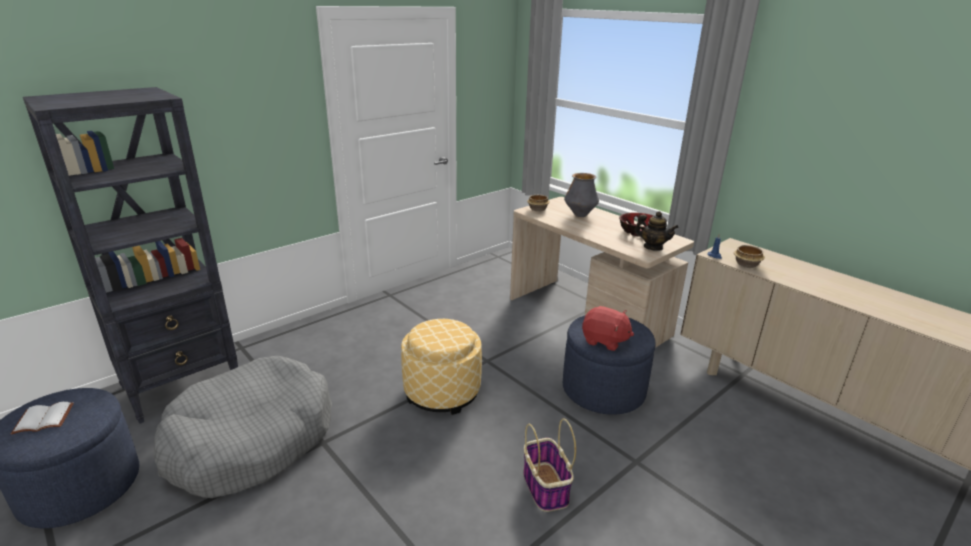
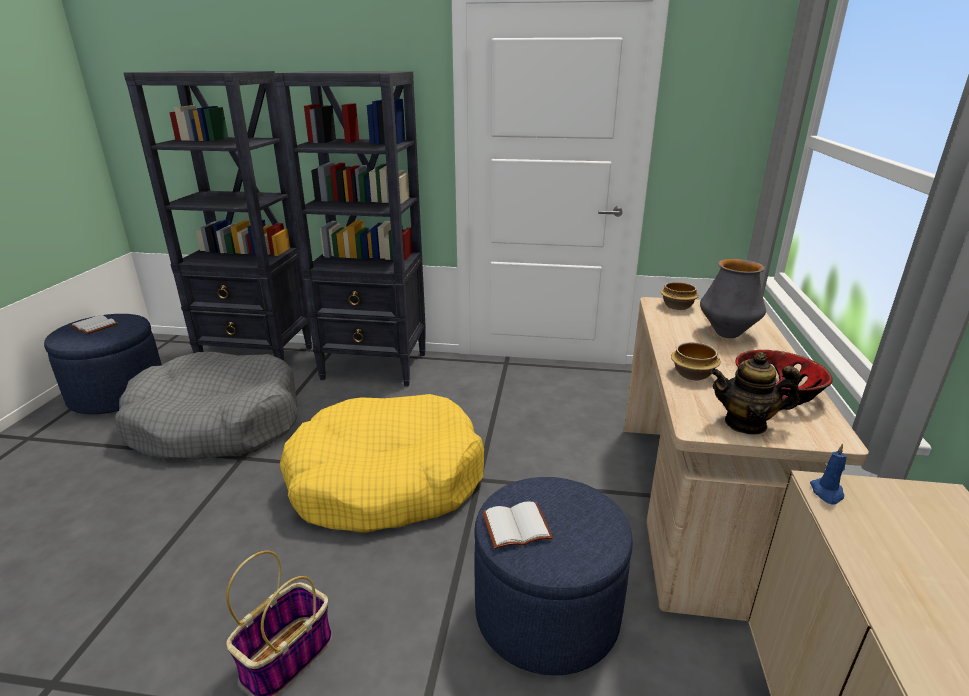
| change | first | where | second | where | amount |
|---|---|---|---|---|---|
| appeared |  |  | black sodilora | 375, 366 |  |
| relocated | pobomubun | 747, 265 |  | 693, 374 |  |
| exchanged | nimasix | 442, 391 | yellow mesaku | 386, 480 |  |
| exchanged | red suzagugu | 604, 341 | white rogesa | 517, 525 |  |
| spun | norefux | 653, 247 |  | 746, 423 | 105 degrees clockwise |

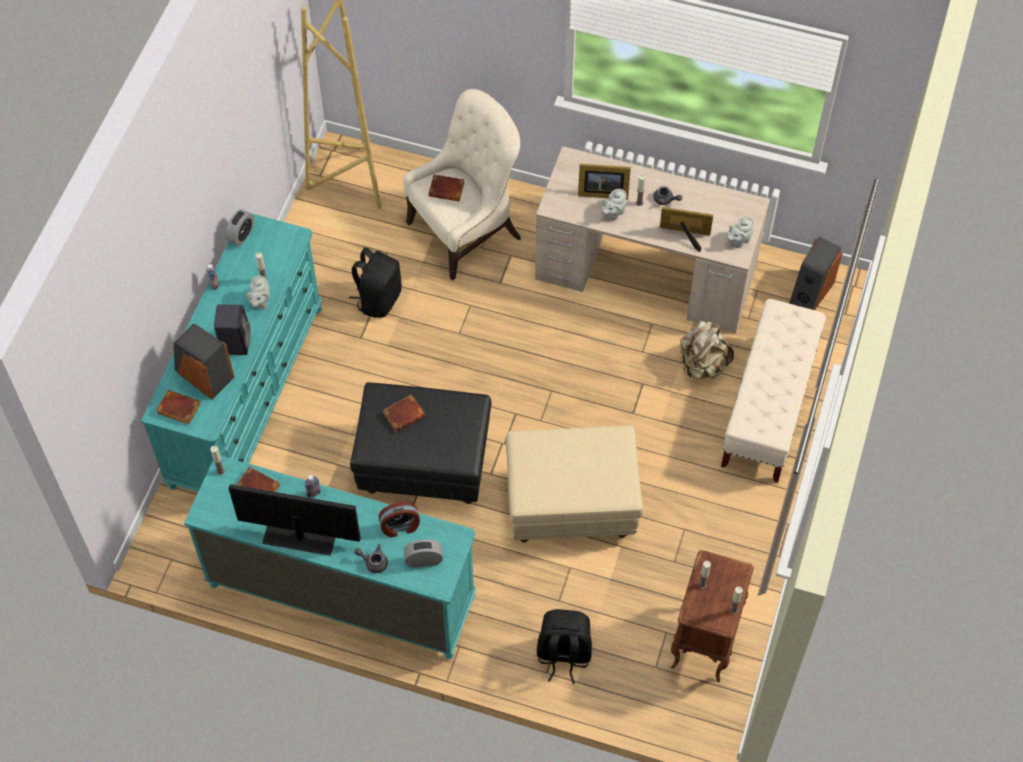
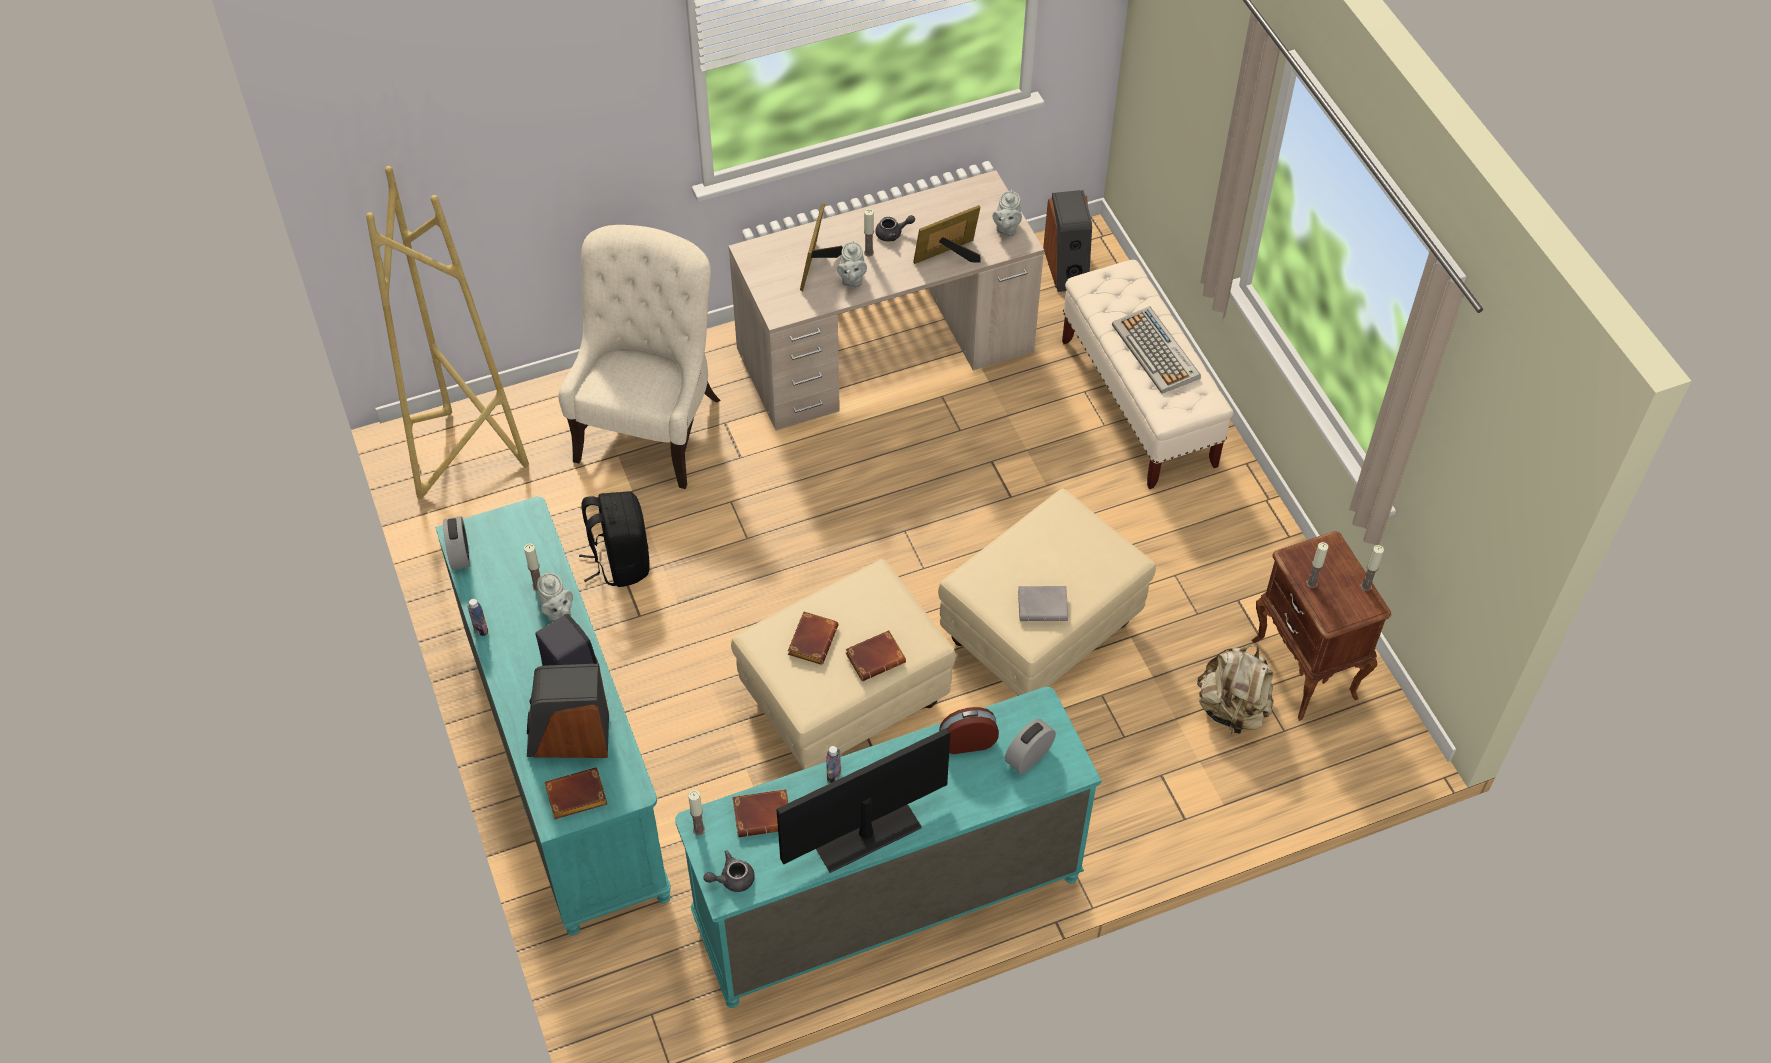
| change | first | where | second | where | amount |
|---|---|---|---|---|---|
| missing | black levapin | 563, 655 |  |  |  |
| appeared |  |  | grey rogesa | 1044, 605 |  |
| appeared |  |  | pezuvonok | 1156, 352 |  |
| relocated | grey norefux | 373, 562 |  | 732, 879 |  |
| relocated | brown rogesa | 447, 189 |  | 876, 657 |  |
| relocated | beige levapin | 702, 364 |  | 1232, 709 |  |
| colour | black nimasix | 424, 464 | beige nimasix | 844, 699 |  |
| spun | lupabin | 400, 527 |  | 967, 741 | 135 degrees counterclockwise |
| spun | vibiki | 601, 191 |  | 817, 265 | 135 degrees clockwise |

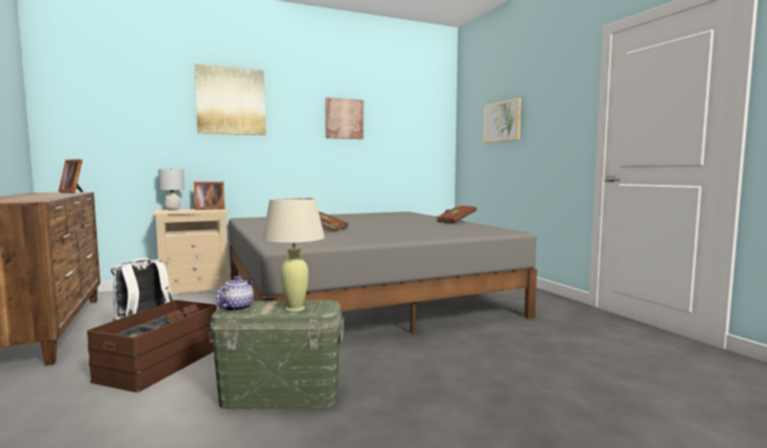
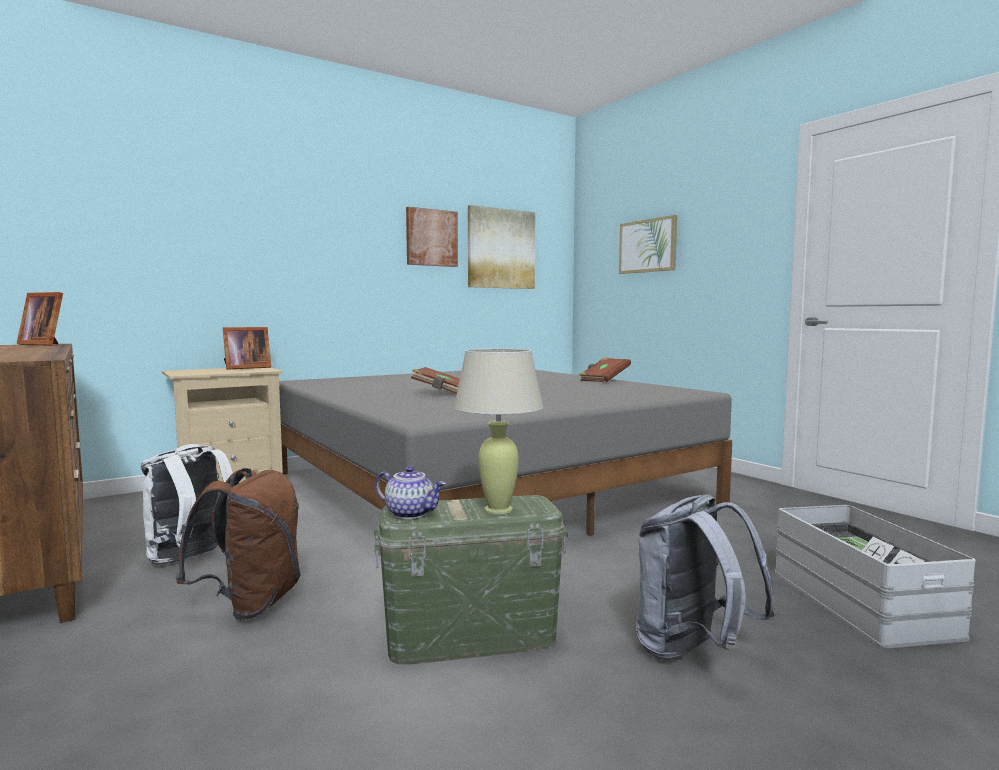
| change | first | where | second | where | amount |
|---|---|---|---|---|---|
| missing | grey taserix | 172, 210 |  |  |  |
| appeared |  |  | grey levapin | 693, 652 |  |
| appeared |  |  | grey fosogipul | 862, 602 |  |
| relocated | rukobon | 231, 101 |  | 501, 249 |  |
| exchanged | brown fosogipul | 159, 363 | brown levapin | 251, 604 |  |
| spun | norefux | 236, 308 |  | 411, 513 | 105 degrees clockwise |

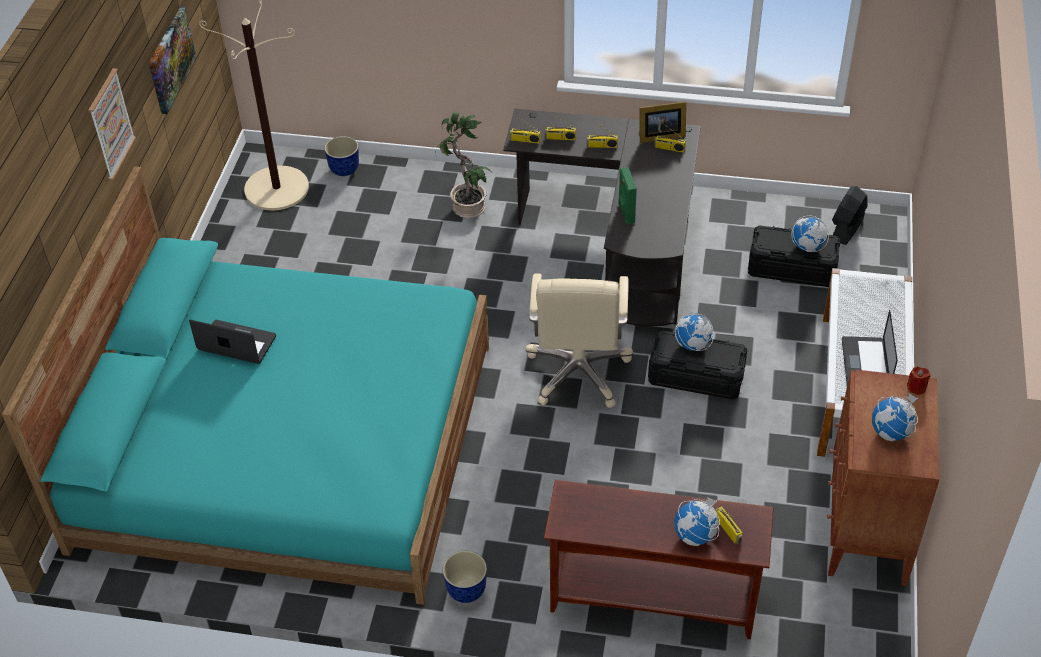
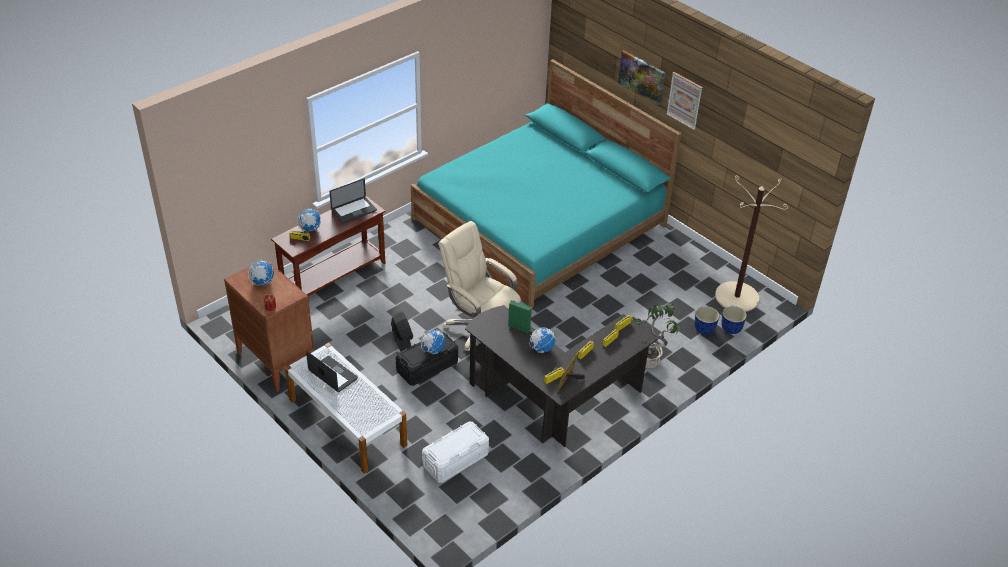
| change | first | where | second | where | amount |
|---|---|---|---|---|---|
| relocated | rukobon | 170, 59 |  | 642, 77 |  |
| relocated | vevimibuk | 237, 343 |  | 354, 211 |  |
| relocated | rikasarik | 466, 591 |  | 704, 329 |  |
| relocated | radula | 807, 247 |  | 541, 348 |  |
| relocated | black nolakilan | 847, 228 |  | 402, 340 |  |
| colour | black fosogipul | 792, 269 | white fosogipul | 455, 460 |  |

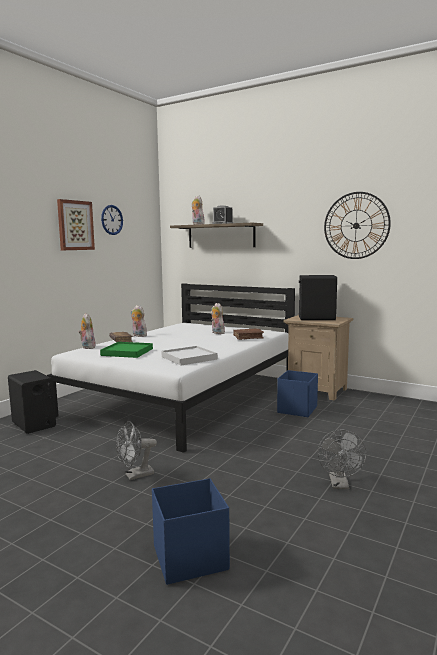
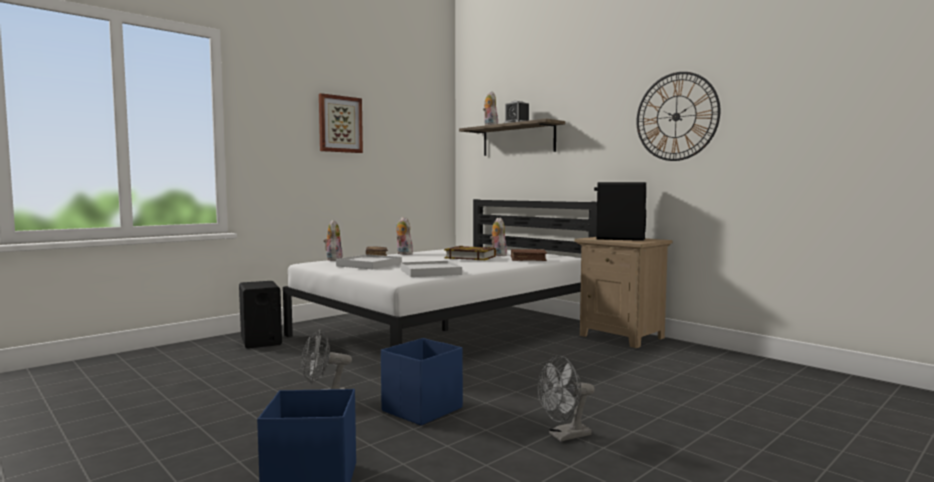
| change | first | where | second | where | amount |
|---|---|---|---|---|---|
| missing | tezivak | 112, 220 |  |  |  |
| appeared |  |  | rogesa | 470, 257 |  |
| relocated | blue fosogipul | 297, 410 |  | 421, 409 |  |
| colour | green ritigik | 127, 352 | white ritigik | 369, 265 |  |
| spun | grey nolakilan | 340, 485 |  | 564, 436 | 45 degrees clockwise |

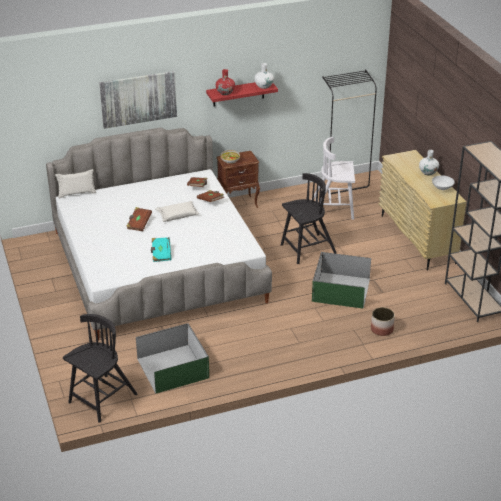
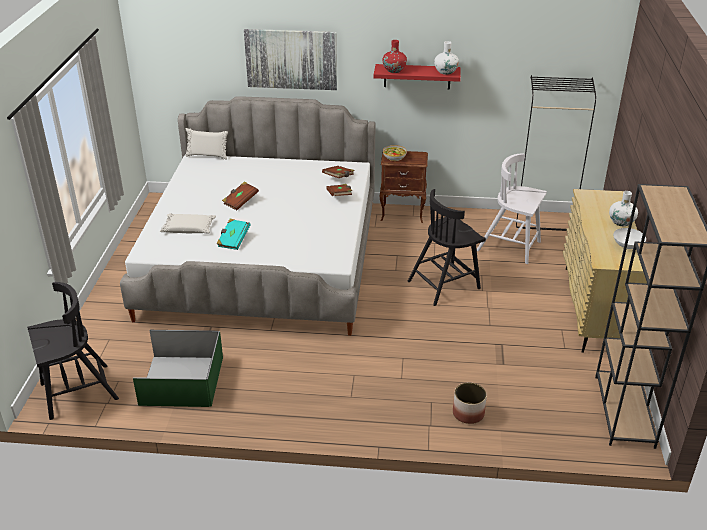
| change | first | where | second | where | amount |
|---|---|---|---|---|---|
| missing | green fosogipul | 341, 290 |  |  |  |
| relocated | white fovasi | 177, 214 |  | 188, 227 |  |
| spun | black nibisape | 307, 249 |  | 445, 284 | 150 degrees clockwise |

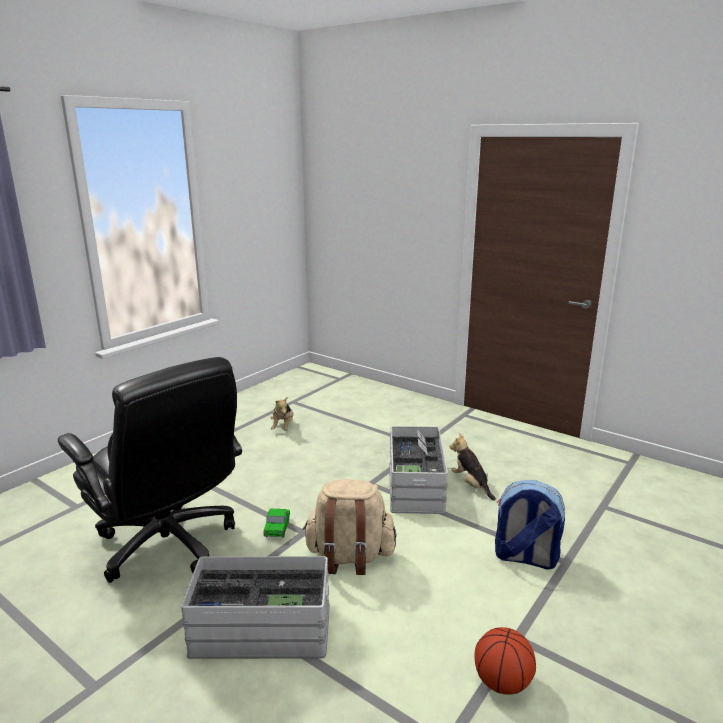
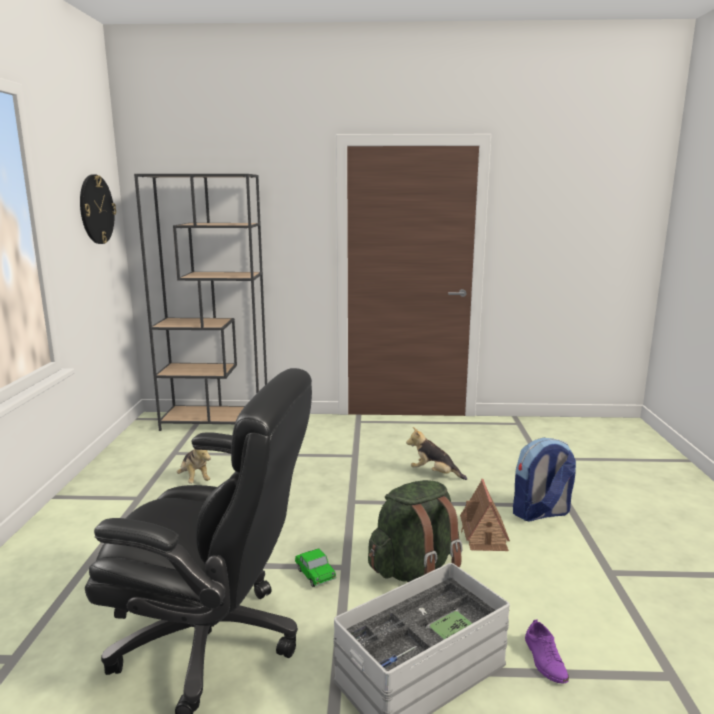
| change | first | where | second | where | amount |
|---|---|---|---|---|---|
| missing | grey fosogipul | 414, 485 |  |  |  |
| missing | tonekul | 502, 682 |  |  |  |
| appeared |  |  | tezivak | 96, 209 |  |
| appeared |  |  | sodilora | 216, 422 |  |
| appeared |  |  | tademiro | 484, 534 |  |
| appeared |  |  | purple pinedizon | 545, 660 |  |
| colour | beige levapin | 349, 557 | green levapin | 415, 570 |  |

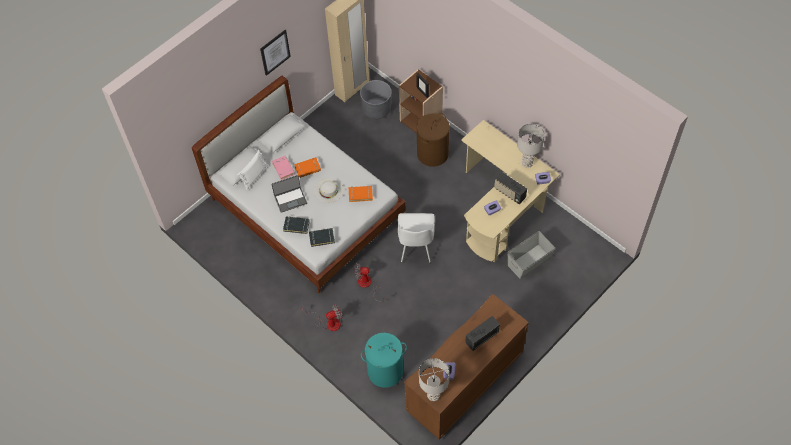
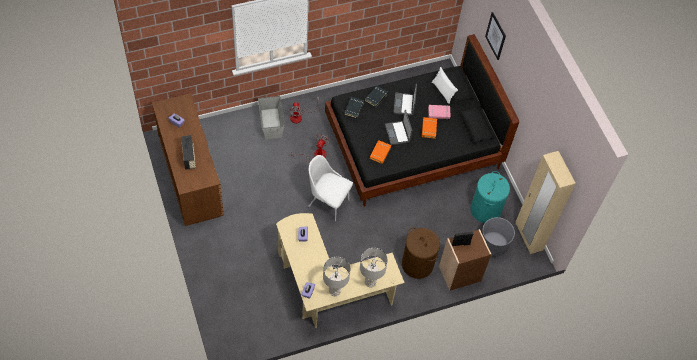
| change | first | where | second | where | amount |
|---|---|---|---|---|---|
| missing | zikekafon | 509, 193 |  |  |  |
| relocated | rukobon | 275, 52 |  | 496, 36 |  |
| relocated | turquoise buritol | 385, 371 |  | 485, 210 |  |
| relocated | white taserix | 433, 395 |  | 370, 282 |  |
| relocated | grey fosogipul | 529, 261 |  | 271, 123 |  |
| exchanged | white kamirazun | 328, 190 | vevimibuk | 397, 133 |  |
| colour | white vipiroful | 306, 210 | black vipiroful | 412, 145 |  |

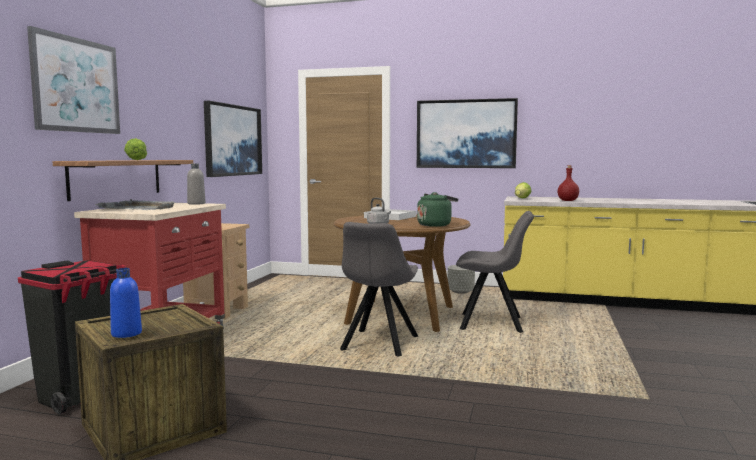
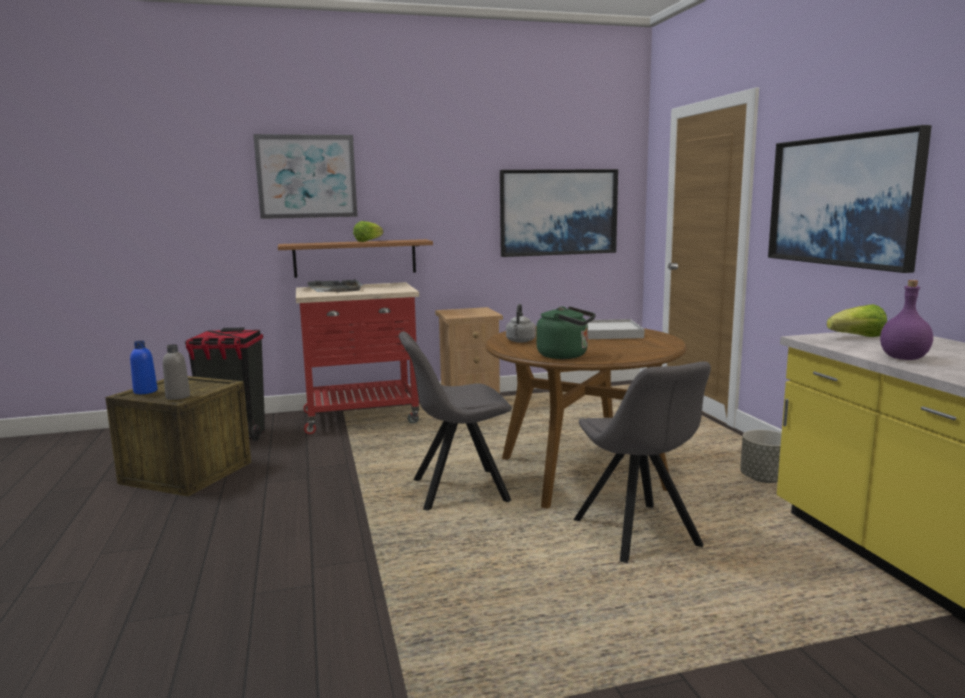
| change | first | where | second | where | amount |
|---|---|---|---|---|---|
| relocated | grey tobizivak | 196, 203 |  | 178, 397 |  |
| colour | red tobizivak | 568, 201 | purple tobizivak | 903, 358 |  |

